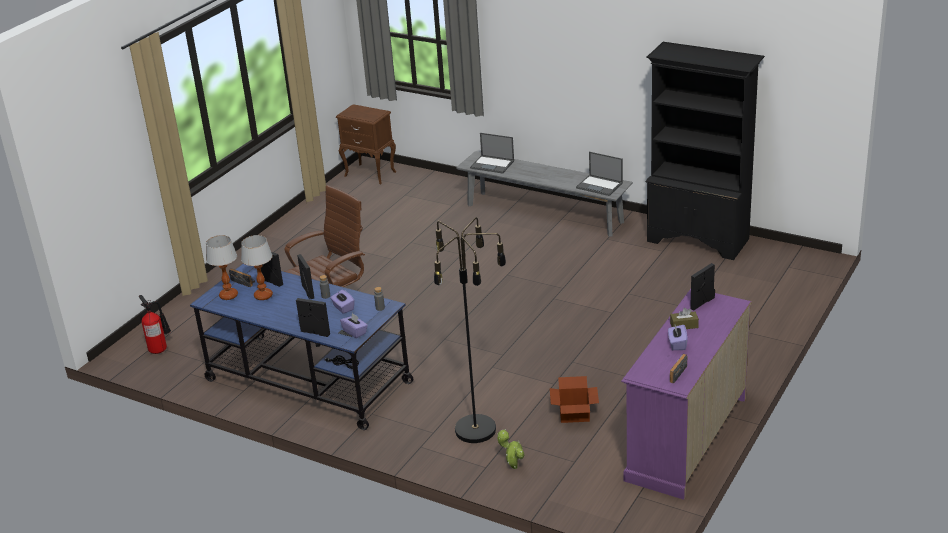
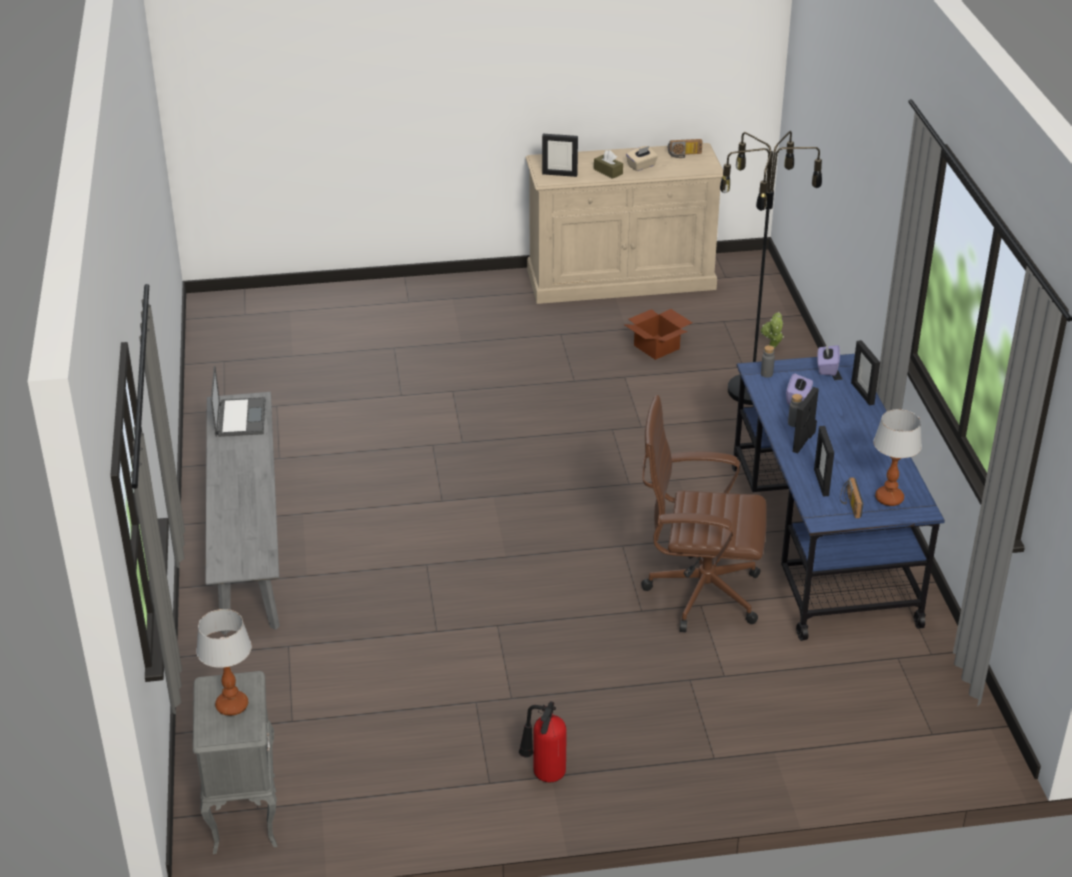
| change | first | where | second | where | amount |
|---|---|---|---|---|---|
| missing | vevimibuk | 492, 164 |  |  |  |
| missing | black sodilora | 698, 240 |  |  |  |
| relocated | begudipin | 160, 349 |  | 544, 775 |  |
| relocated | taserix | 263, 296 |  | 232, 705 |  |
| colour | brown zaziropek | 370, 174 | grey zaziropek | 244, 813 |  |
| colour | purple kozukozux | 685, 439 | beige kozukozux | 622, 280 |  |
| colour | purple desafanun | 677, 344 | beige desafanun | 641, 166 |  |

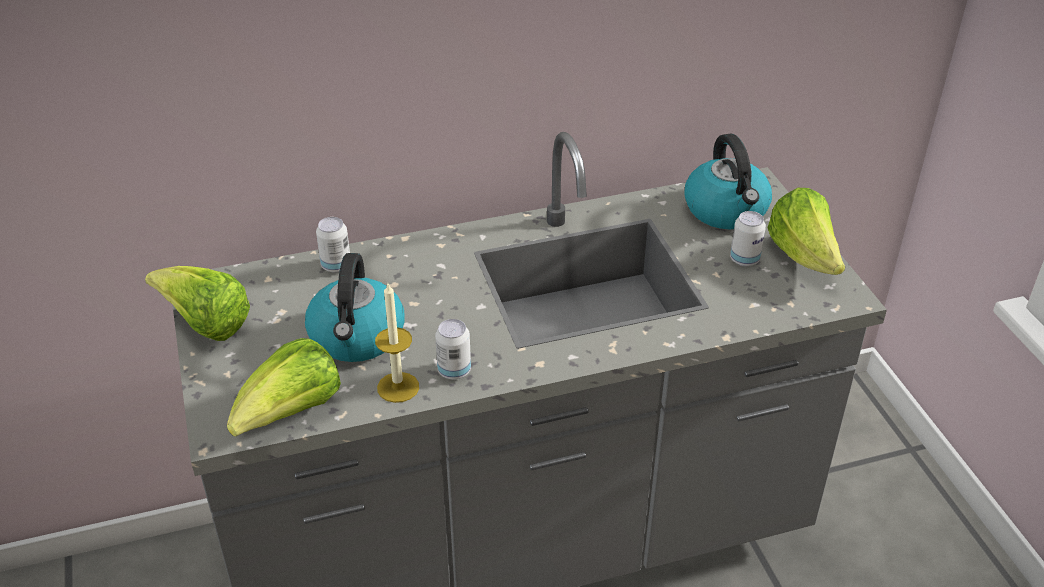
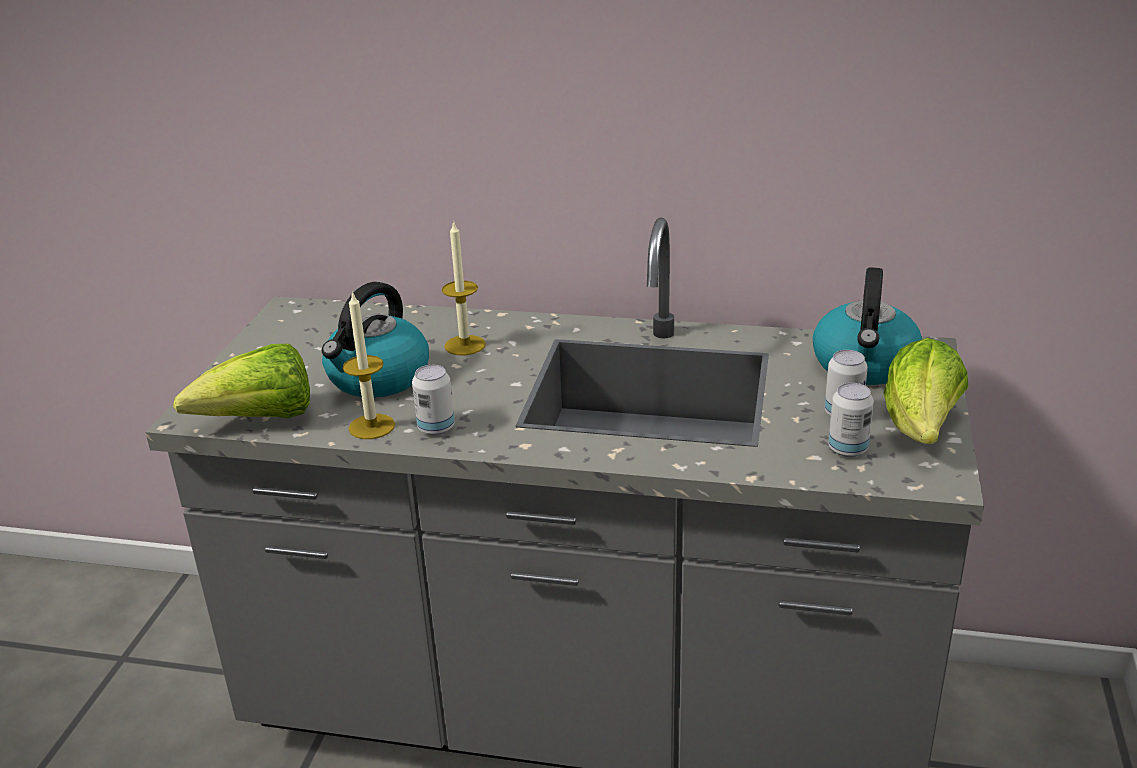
| change | first | where | second | where | amount |
|---|---|---|---|---|---|
| missing | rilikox | 205, 324 |  |  |  |
| appeared |  |  | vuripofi | 465, 345 |  |
| relocated | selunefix | 336, 265 |  | 847, 449 |  |

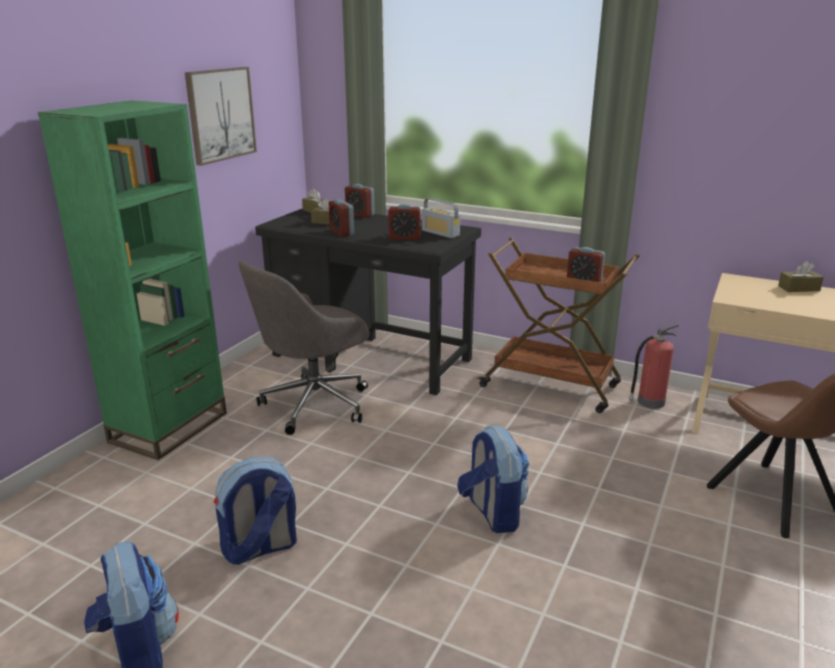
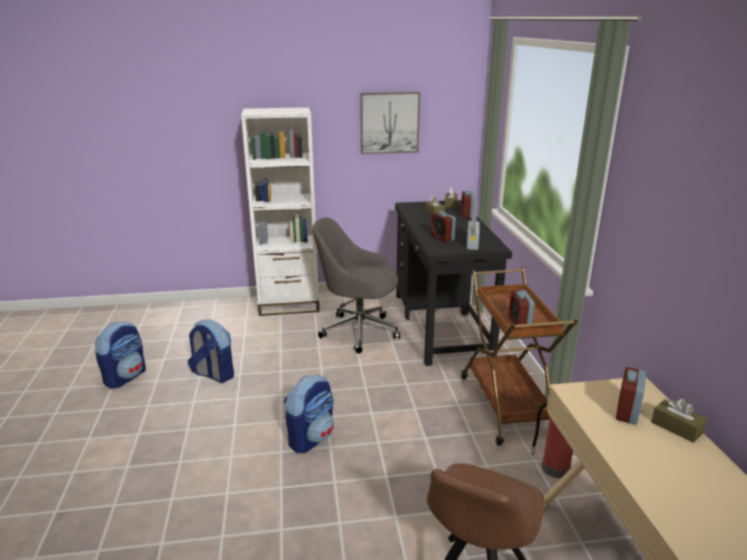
| change | first | where | second | where | amount |
|---|---|---|---|---|---|
| relocated | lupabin | 342, 232 |  | 627, 412 |  |
| colour | green sodilora | 169, 427 | white sodilora | 289, 304 |  |

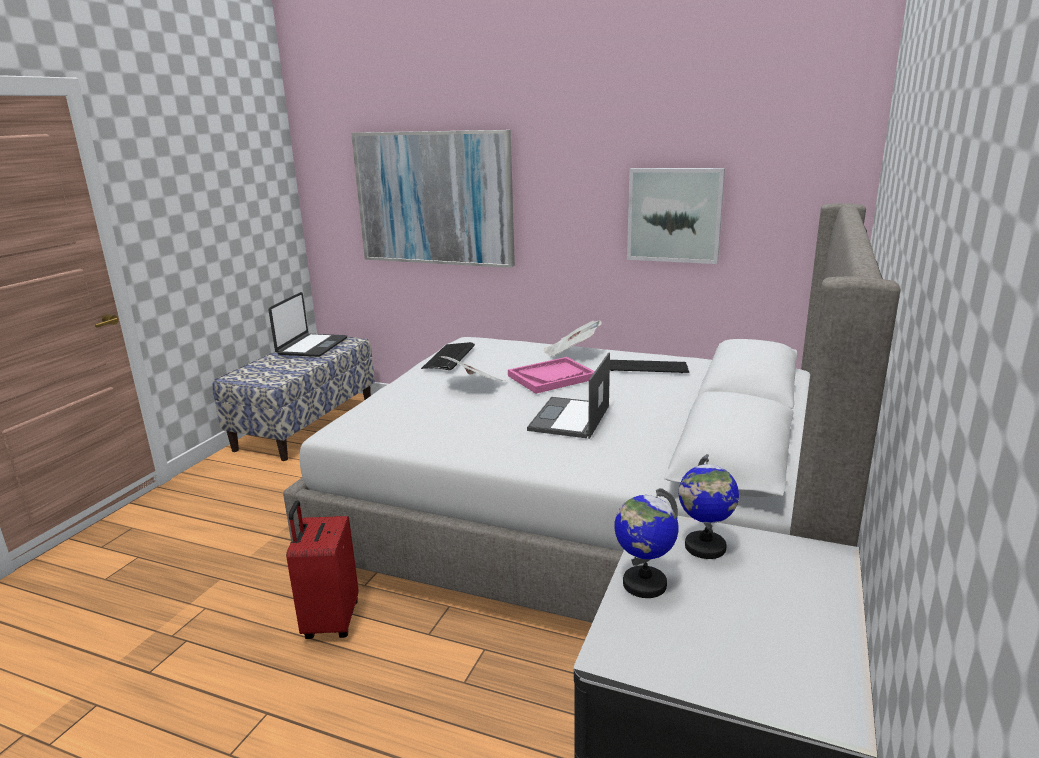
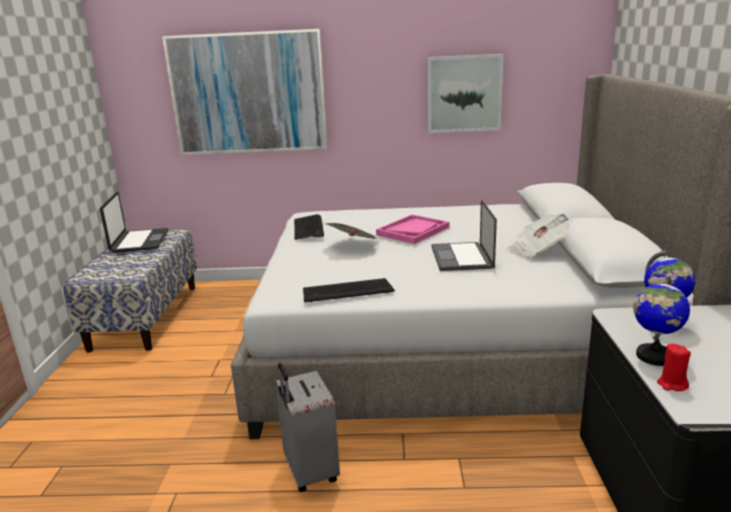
| change | first | where | second | where | amount |
|---|---|---|---|---|---|
| appeared |  |  | red vuripofi | 672, 384 |  |
| relocated | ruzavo | 571, 353 |  | 537, 250 |  |
| relocated | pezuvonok | 646, 367 |  | 347, 291 |  |
| colour | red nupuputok | 330, 621 | grey nupuputok | 309, 472 |  |

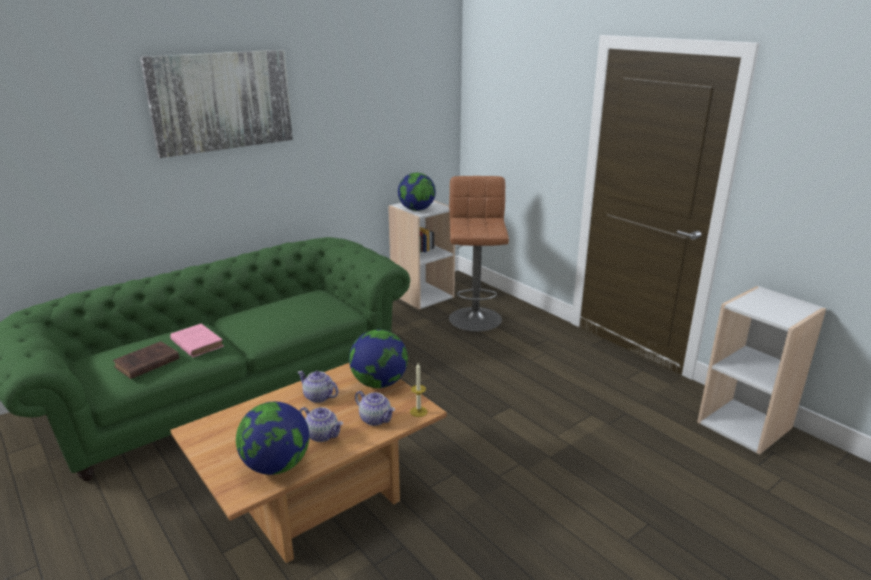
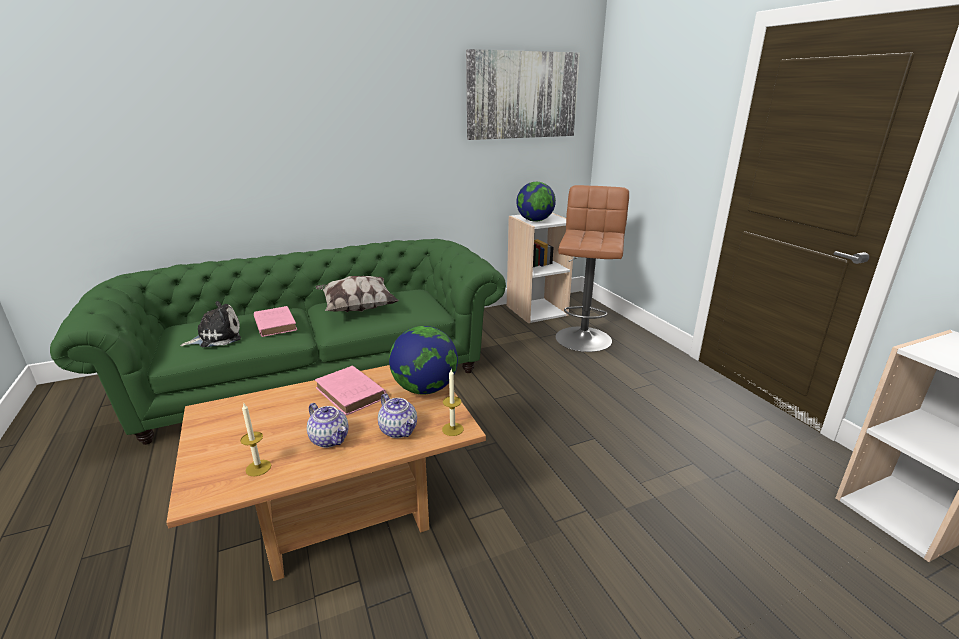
| change | first | where | second | where | amount |
|---|---|---|---|---|---|
| appeared |  |  | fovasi | 357, 308 |  |
| relocated | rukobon | 222, 101 |  | 522, 95 |  |
| exchanged | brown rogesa | 145, 364 | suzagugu | 217, 337 |  |
| exchanged | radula | 276, 465 | vuripofi | 258, 468 |  |
| exchanged | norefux | 318, 397 | pink rogesa | 351, 394 |  |

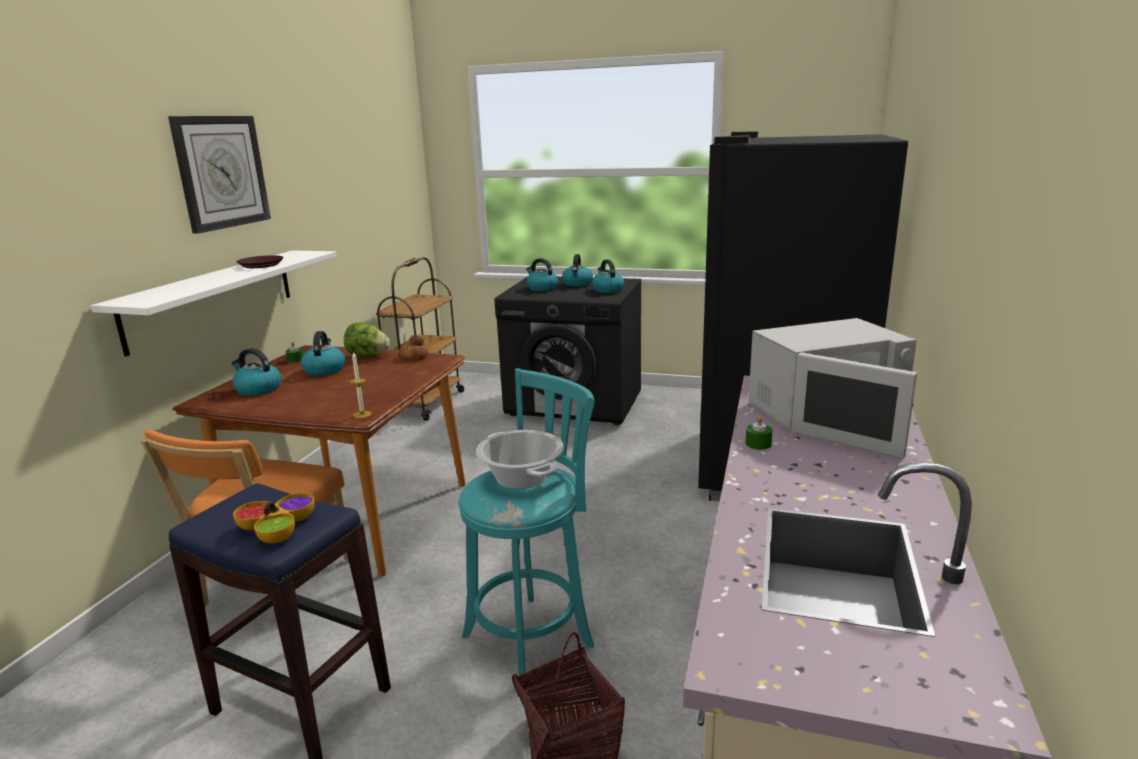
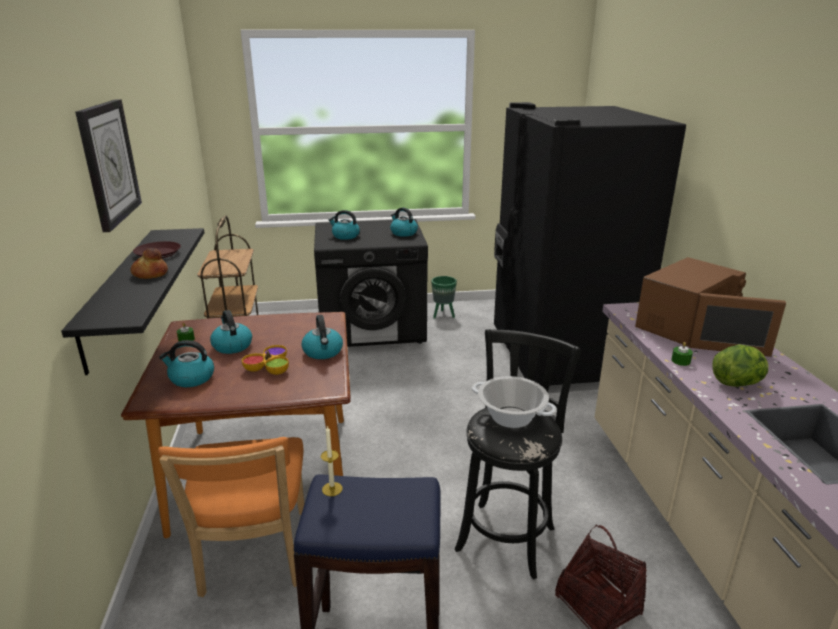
| change | first | where | second | where | amount |
|---|---|---|---|---|---|
| appeared |  |  | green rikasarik | 443, 315 |  |
| relocated | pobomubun | 277, 527 |  | 269, 367 |  |
| relocated | rilikox | 367, 356 |  | 737, 383 |  |
| relocated | vuripofi | 362, 414 |  | 332, 489 |  |
| relocated | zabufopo | 413, 357 |  | 150, 274 |  |
| relocated | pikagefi | 577, 284 |  | 323, 352 |  |
| colour | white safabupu | 213, 298 | black safabupu | 120, 294 |  |
| colour | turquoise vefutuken | 533, 637 | black vefutuken | 507, 535 |  |
| colour | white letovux | 825, 411 | brown letovux | 687, 327 |  |

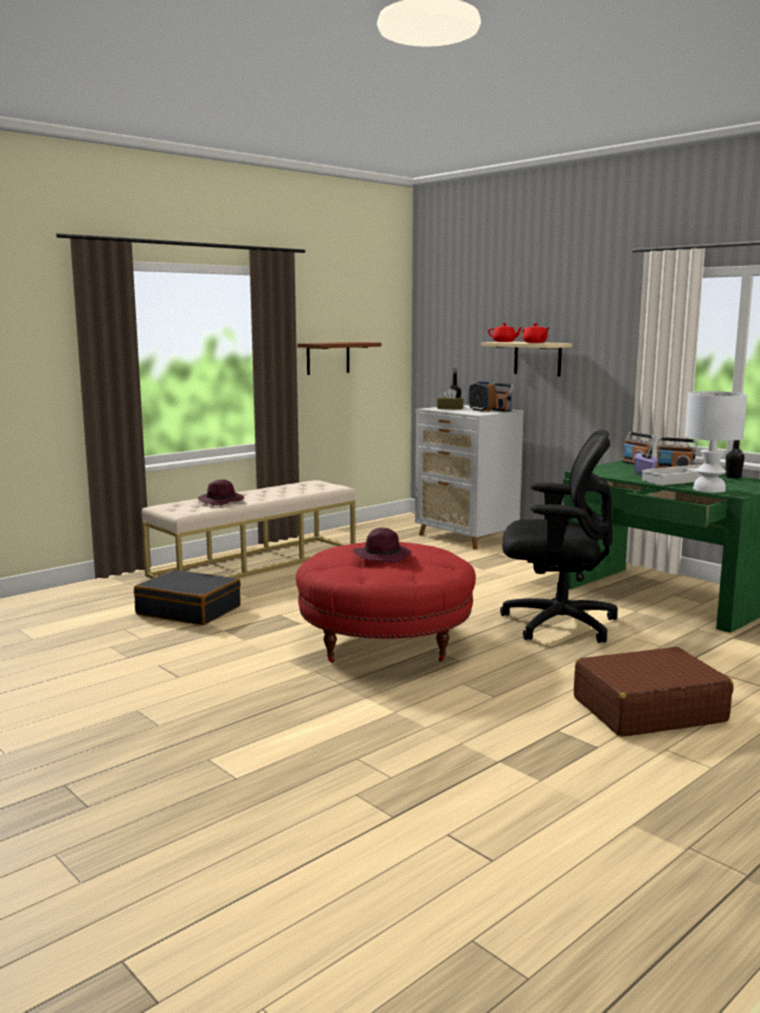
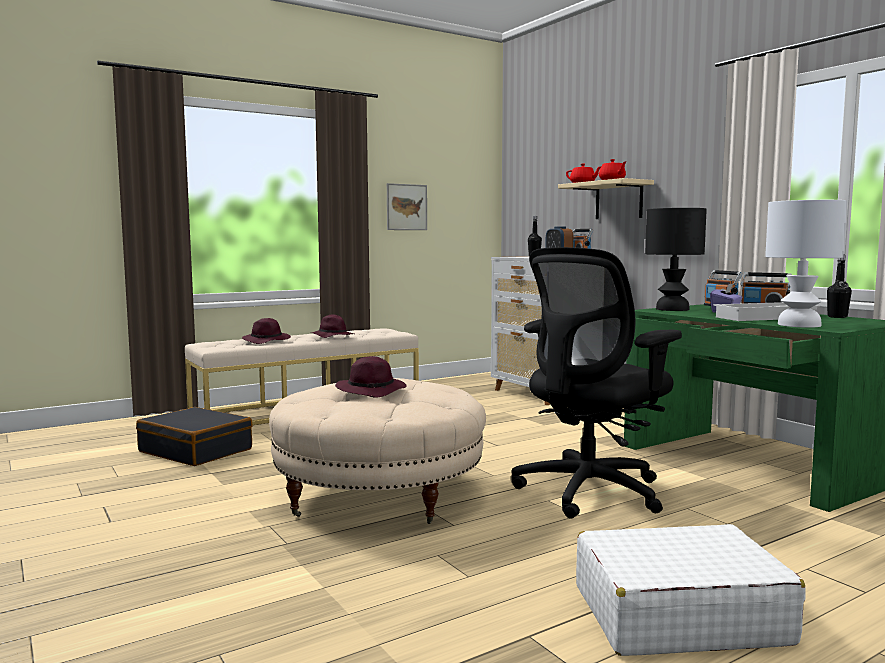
| change | first | where | second | where | amount |
|---|---|---|---|---|---|
| missing | brown desafanun | 450, 408 |  |  |  |
| appeared |  |  | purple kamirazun | 332, 337 |  |
| appeared |  |  | black taserix | 672, 309 |  |
| exchanged | brown safabupu | 328, 358 | rukobon | 406, 207 |  |
| colour | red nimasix | 385, 641 | beige nimasix | 379, 496 |  |
| colour | brown nupuputok | 648, 710 | white nupuputok | 678, 614 |  |
| spun | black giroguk | 552, 625 |  | 593, 488 | 120 degrees clockwise |

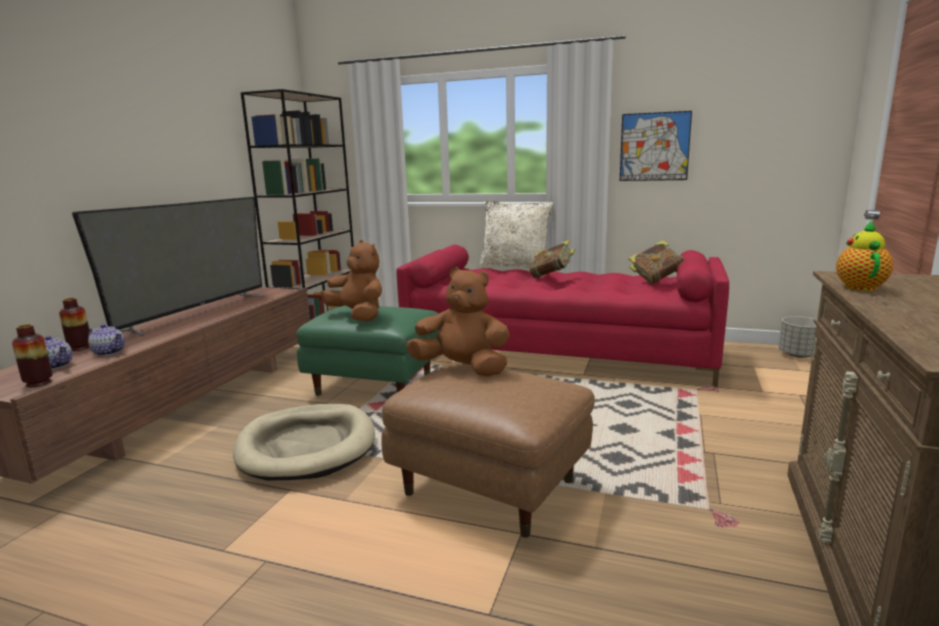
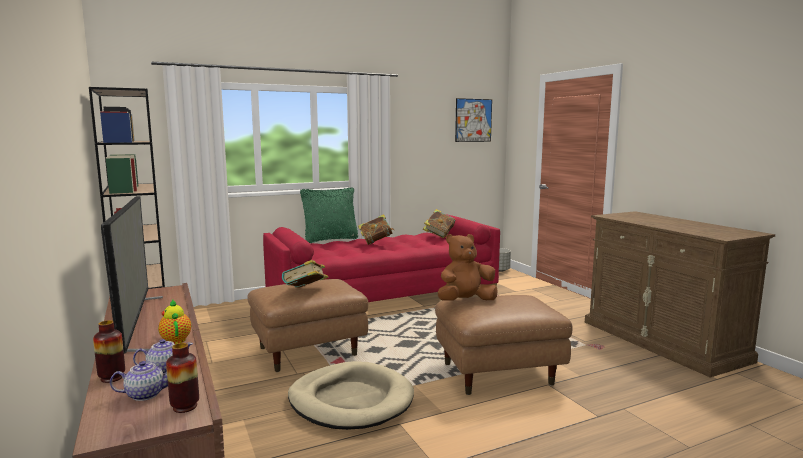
| change | first | where | second | where | amount |
|---|---|---|---|---|---|
| relocated | rukobon | 654, 147 |  | 473, 120 |  |
| relocated | norefux | 859, 287 |  | 176, 339 |  |
| exchanged | brown suzagugu | 358, 316 | rogesa | 305, 291 |  |
| colour | green nimasix | 376, 386 | brown nimasix | 309, 351 |  |
| colour | beige fovasi | 515, 268 | green fovasi | 331, 240 |  |

